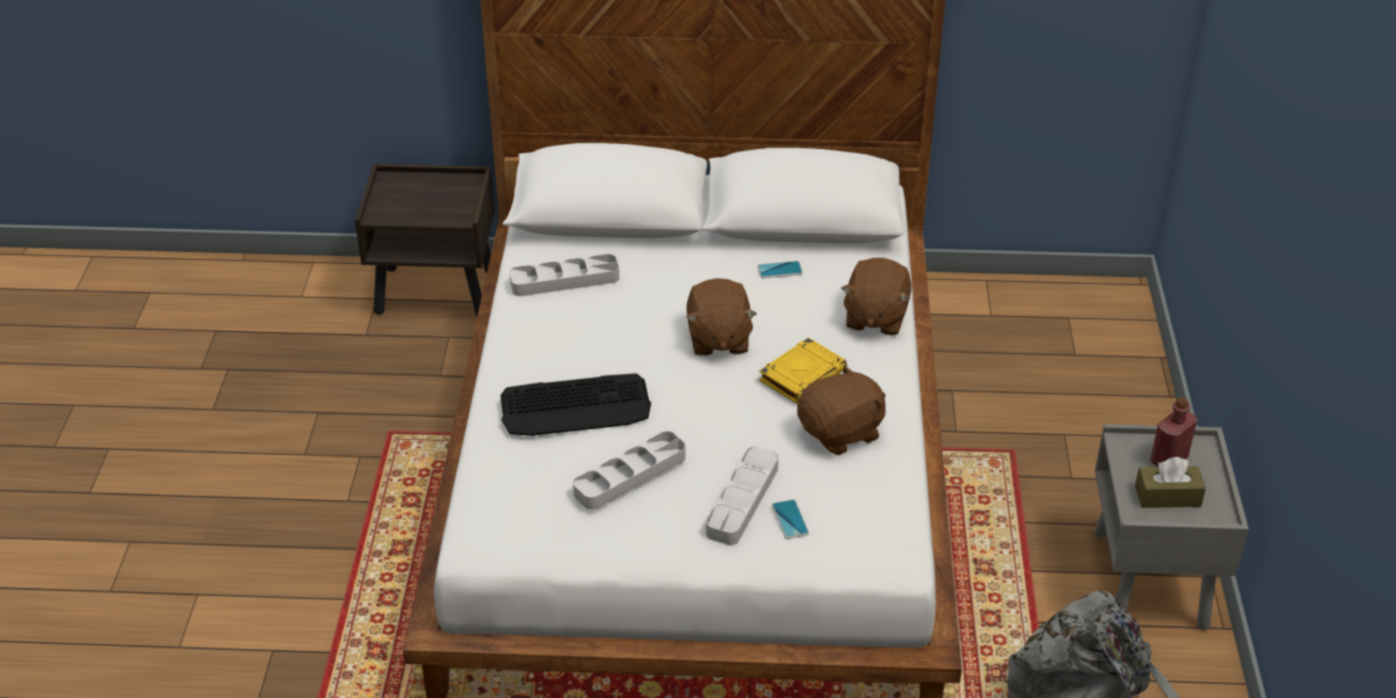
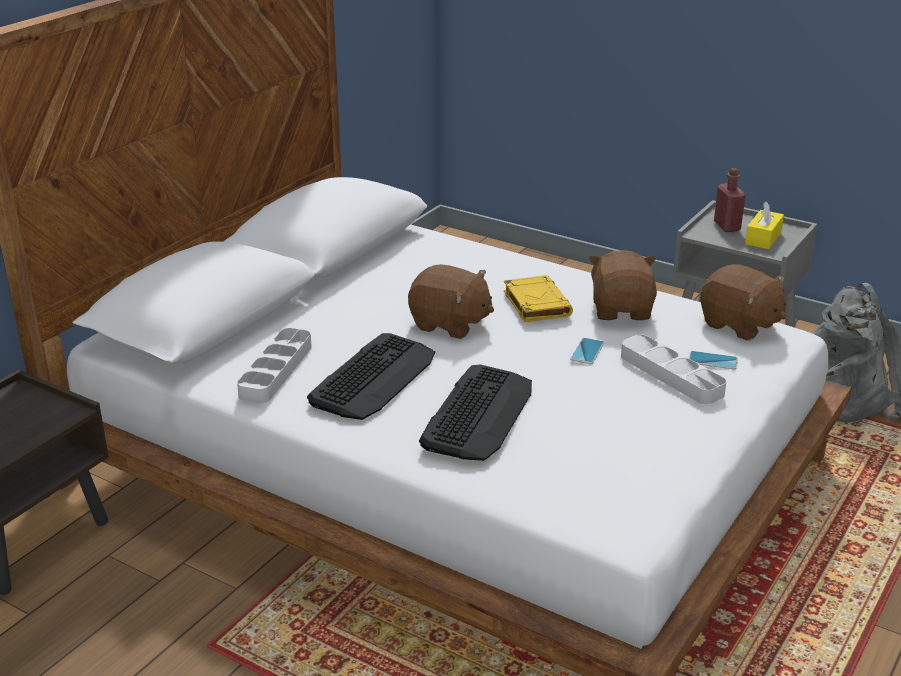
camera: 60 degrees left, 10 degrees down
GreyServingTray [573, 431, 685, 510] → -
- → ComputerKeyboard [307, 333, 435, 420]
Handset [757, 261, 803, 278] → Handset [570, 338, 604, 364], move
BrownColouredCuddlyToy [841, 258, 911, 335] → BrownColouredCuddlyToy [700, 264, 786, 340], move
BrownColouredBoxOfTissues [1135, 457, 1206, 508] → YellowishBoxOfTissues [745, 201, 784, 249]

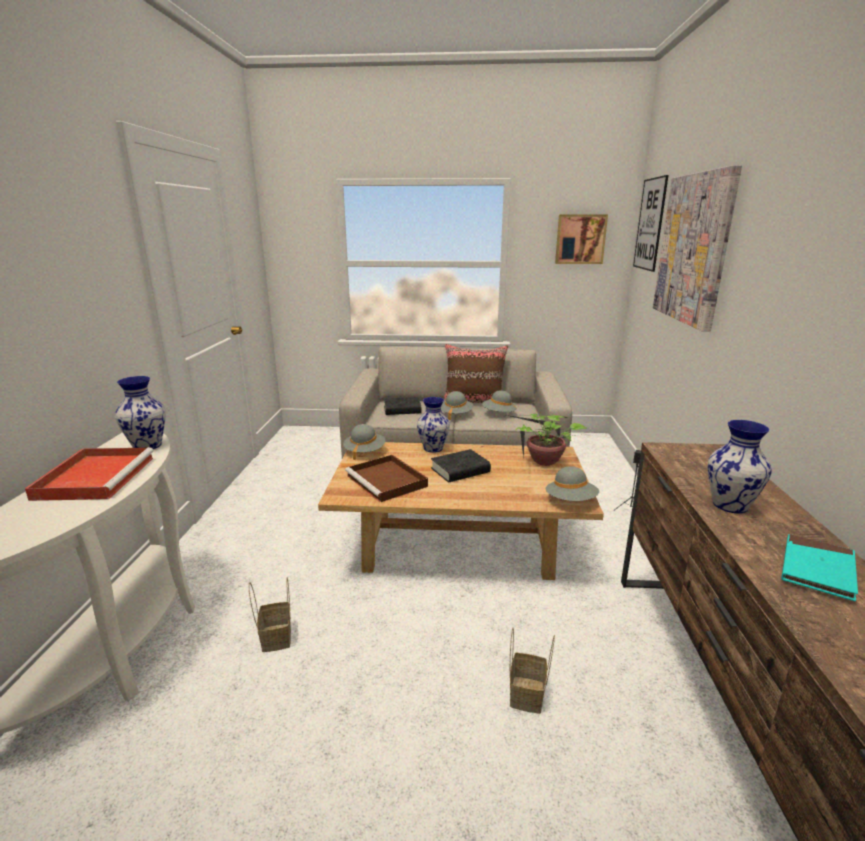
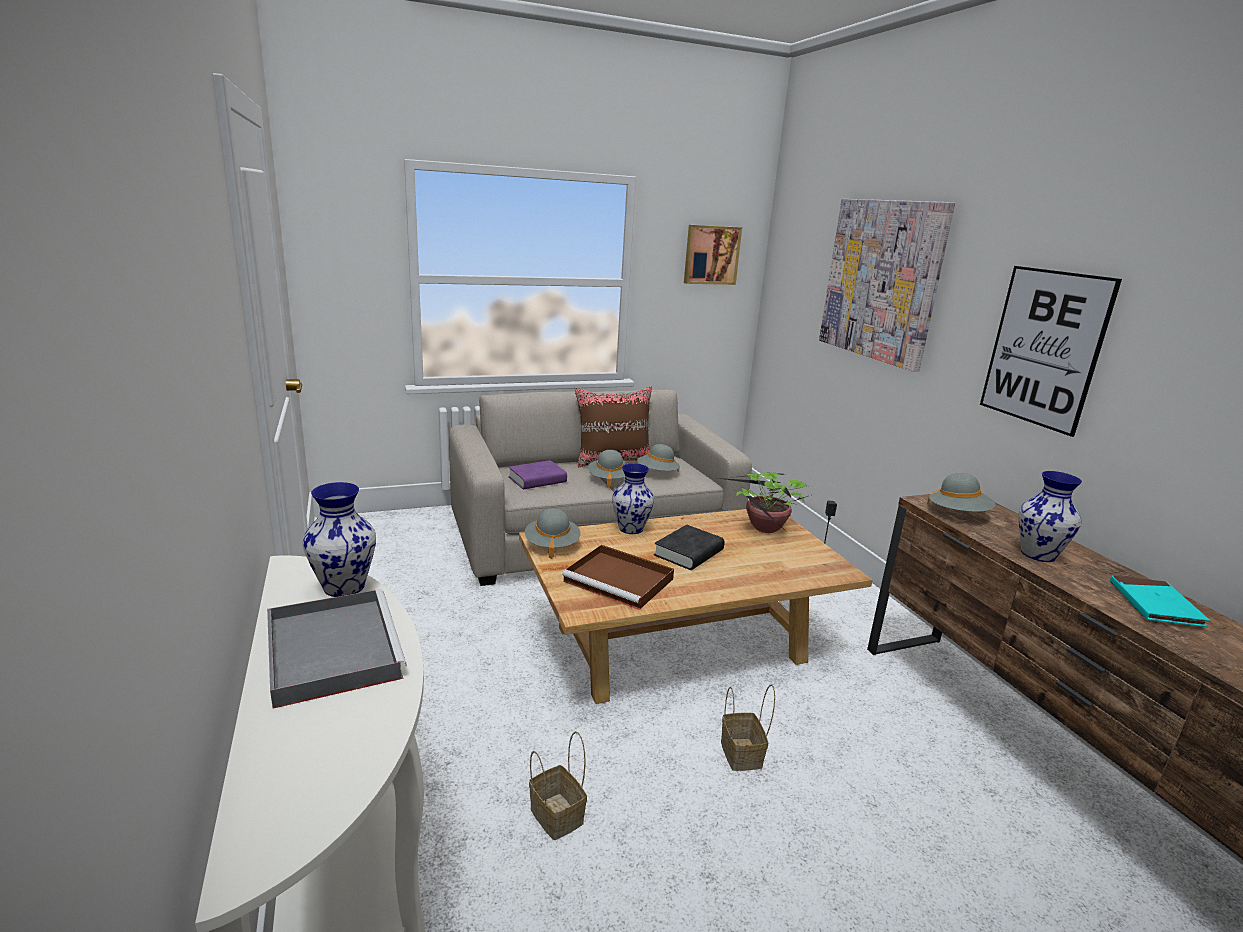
camera: 25 degrees left, 0 degrees up
Basket [510, 627, 555, 714] → Basket [721, 684, 775, 771], move
GreyHat [546, 466, 599, 501] → GreyHat [927, 473, 995, 512], move
Picture [633, 175, 669, 272] → Picture [980, 266, 1122, 437], move
ReddishServingTray [25, 447, 154, 501] → GreyServingTray [267, 589, 407, 709]
BlackColouredBoundBook [384, 397, 422, 415] → PurplishBoundBook [508, 460, 567, 489]

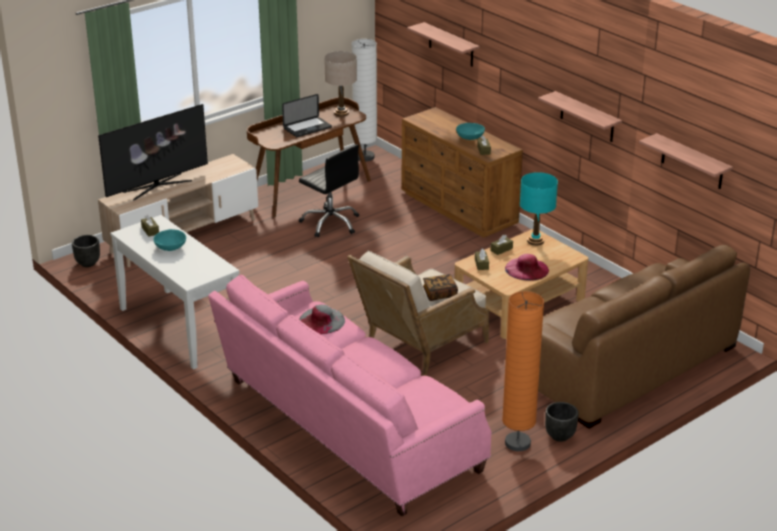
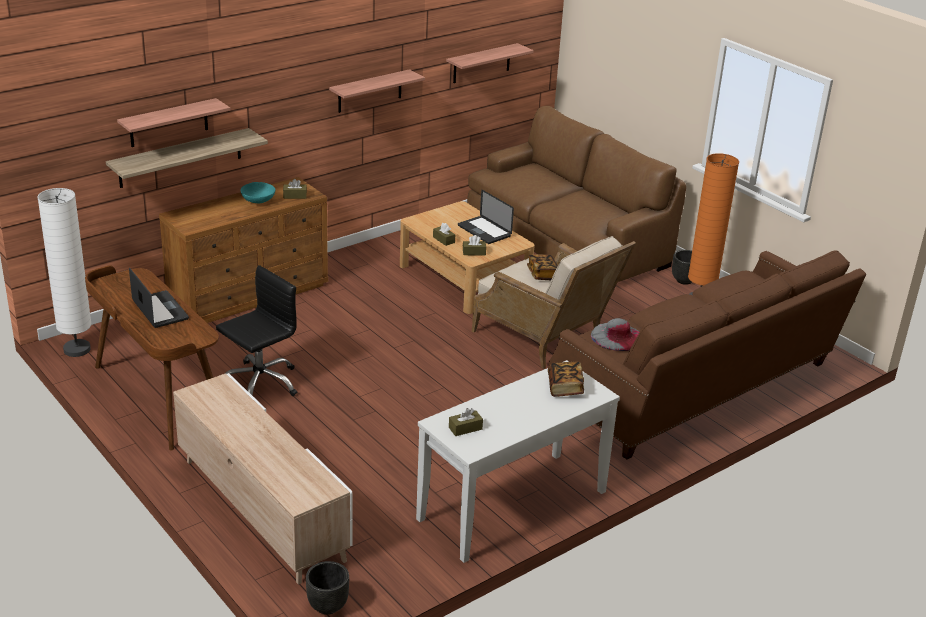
camera: 90 degrees left, 0 degrees up
TvSet [98, 104, 208, 200] → -
TurquoiseColouredBowl [153, 229, 186, 251] → -
SandColouredTabletopLamp [324, 51, 357, 117] → -
TurquoiseColouredTabletopLamp [520, 172, 558, 246] → -
- → Shelf [106, 128, 268, 188]
- → BoundBook [548, 362, 584, 397]
PinkishHat [505, 254, 549, 281] → PortableComputer [458, 190, 514, 244]
PinkishCouch [208, 275, 492, 516] → BrownColouredCouch [549, 250, 866, 460]

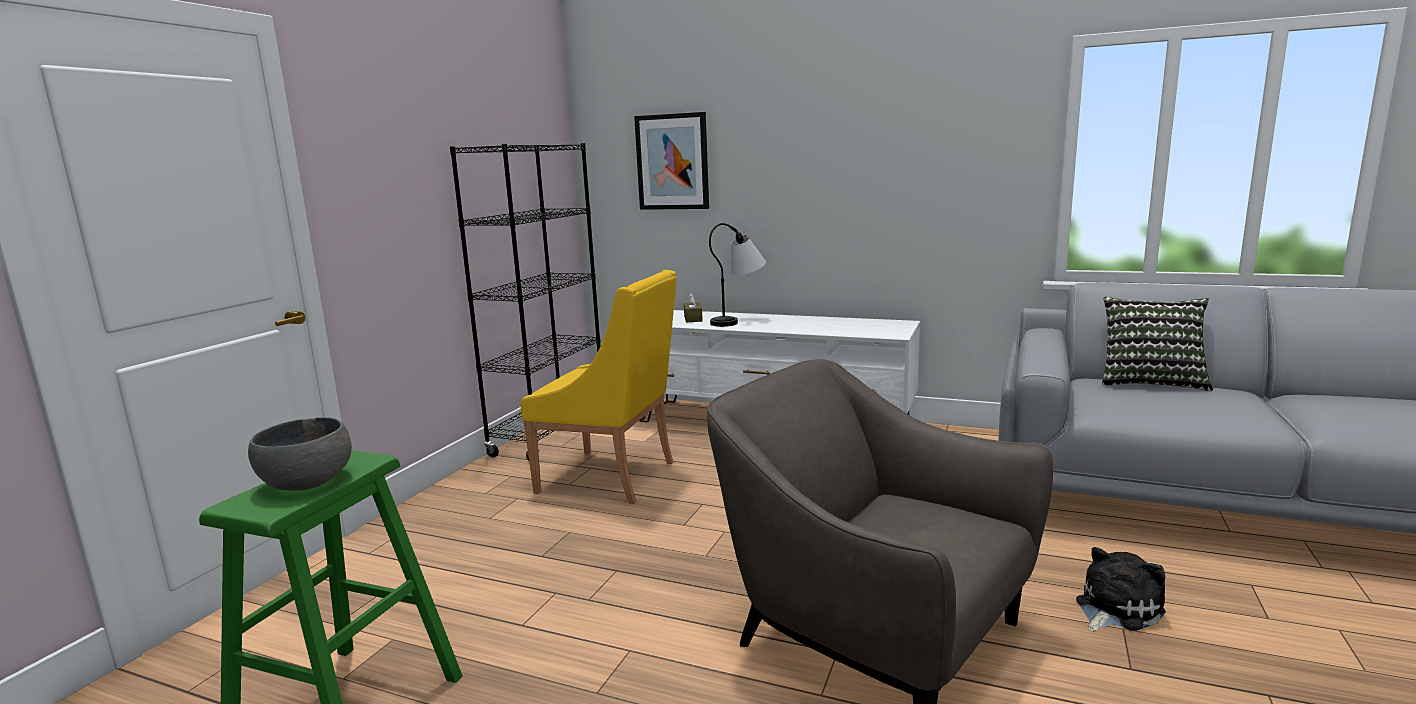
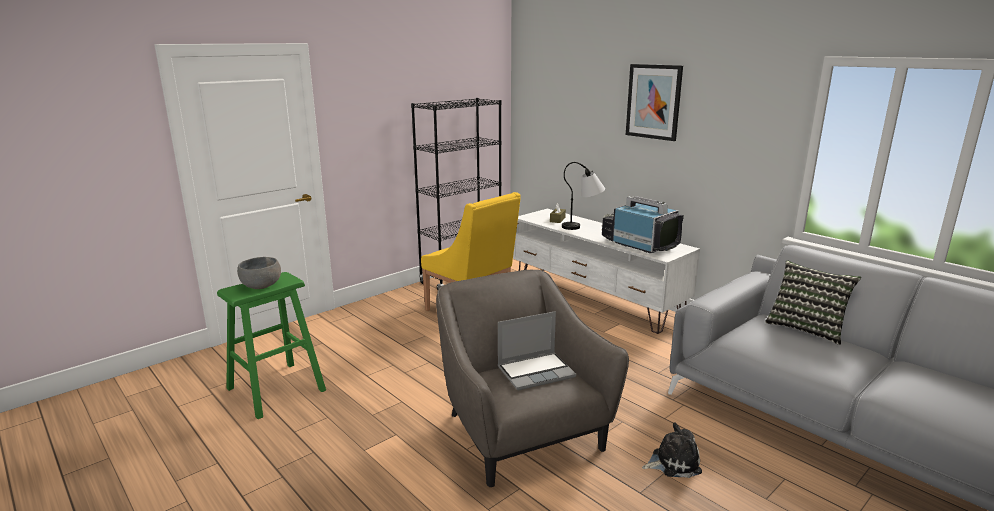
camera: 25 degrees right, 5 degrees up
- → PortableComputer [497, 311, 576, 391]
- → TvSet [601, 196, 684, 253]
Picture [634, 112, 709, 210] → Picture [626, 64, 683, 141], move

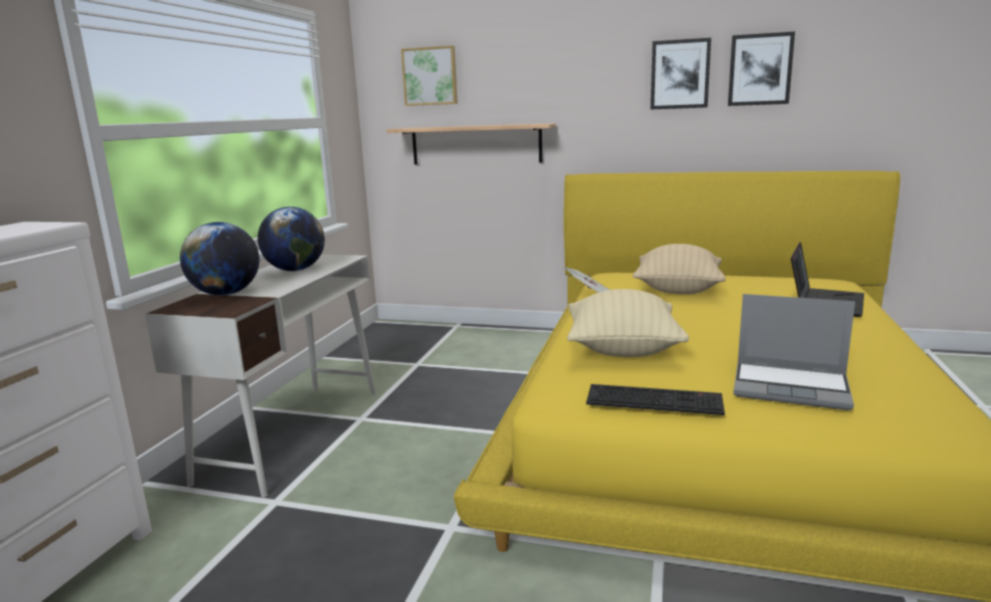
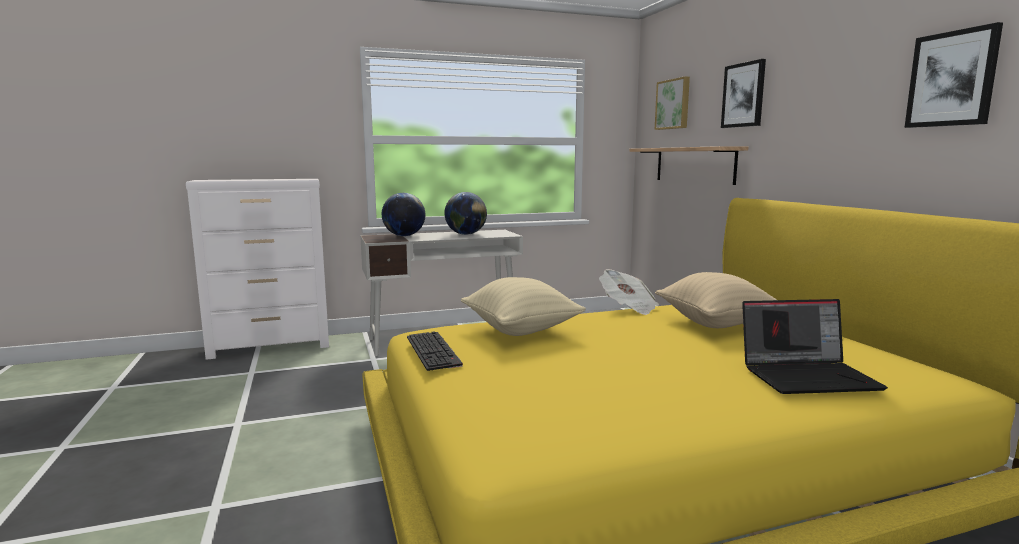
camera: 55 degrees right, 5 degrees down
PortableComputer [733, 294, 855, 410] → -
Picture [651, 38, 711, 109] → Picture [721, 59, 766, 128], move

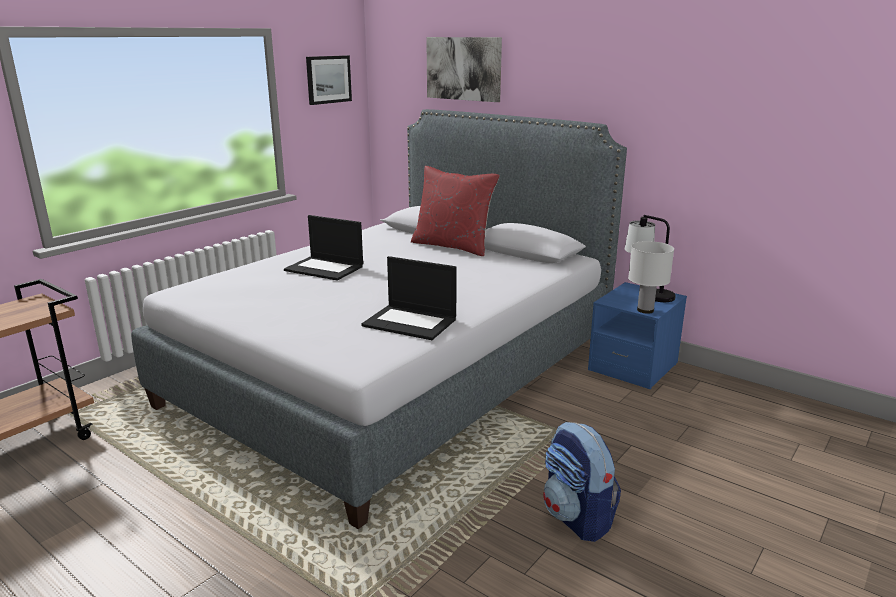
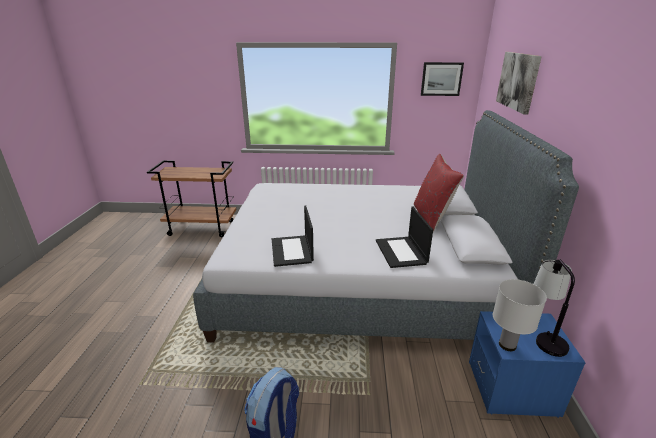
camera: 55 degrees right, 5 degrees up
PortableComputer [284, 215, 363, 281] → PortableComputer [376, 207, 433, 268], move

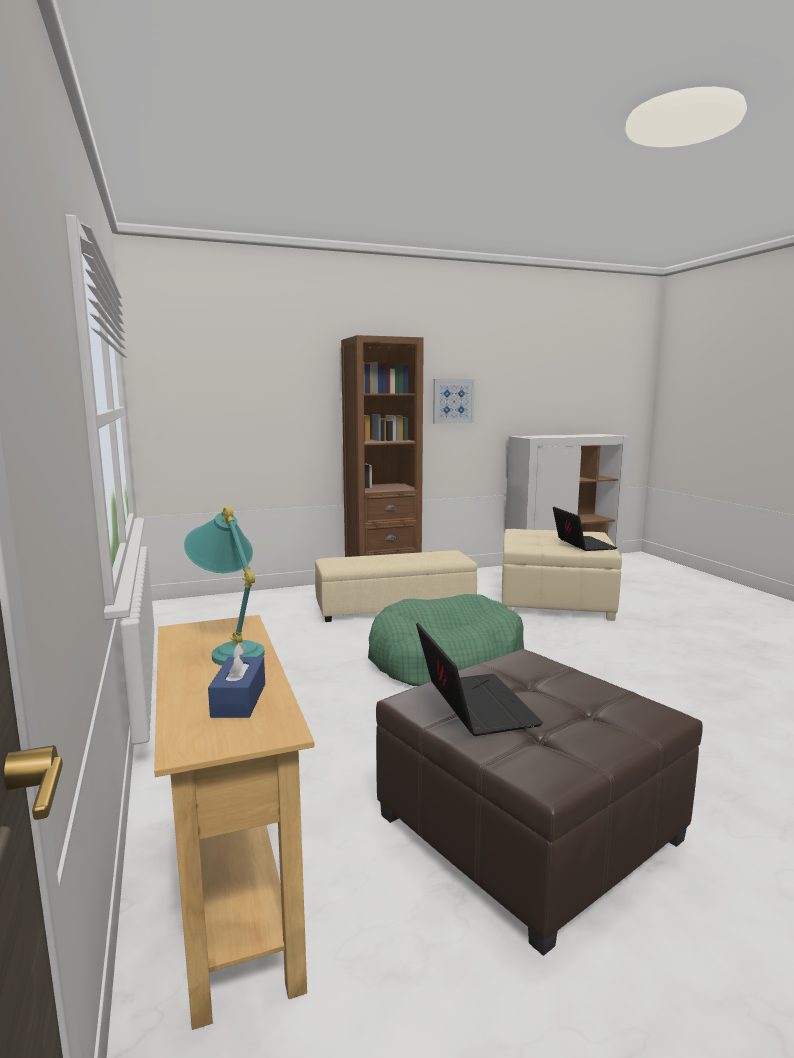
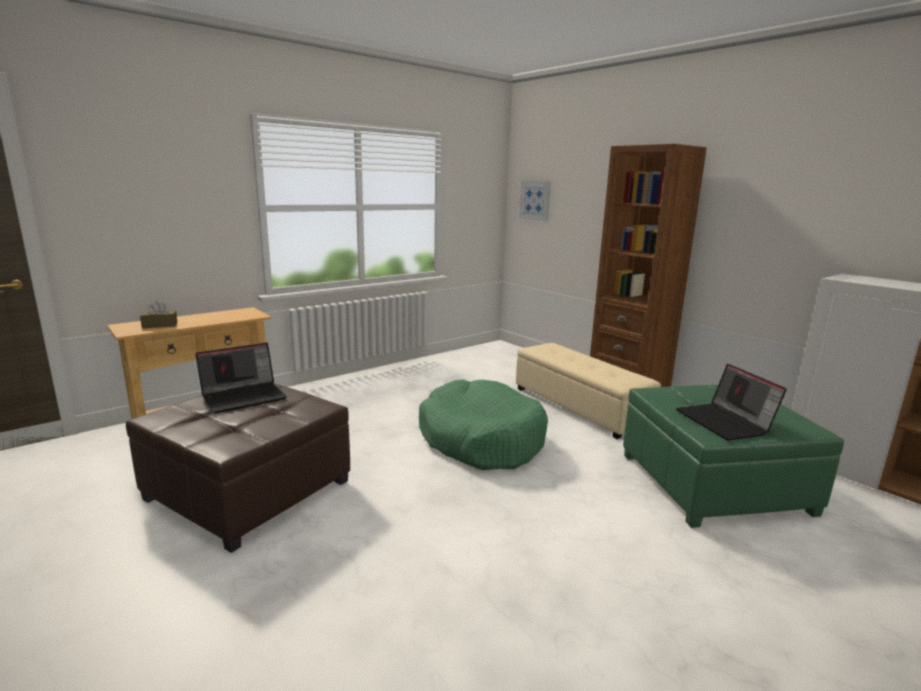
camera: 70 degrees right, 5 degrees up
TurquoiseColouredTabletopLamp [184, 507, 265, 666] → -
Picture [433, 379, 475, 424] → Picture [519, 181, 551, 221], move
BlueBoxOfTissues [208, 642, 265, 718] → BrownColouredBoxOfTissues [140, 301, 178, 328]
SandColouredOttoman [502, 529, 622, 621] → GreenishOttoman [623, 385, 844, 528]
PortableComputer [553, 506, 617, 551] → PortableComputer [676, 364, 787, 440], 105 degrees clockwise

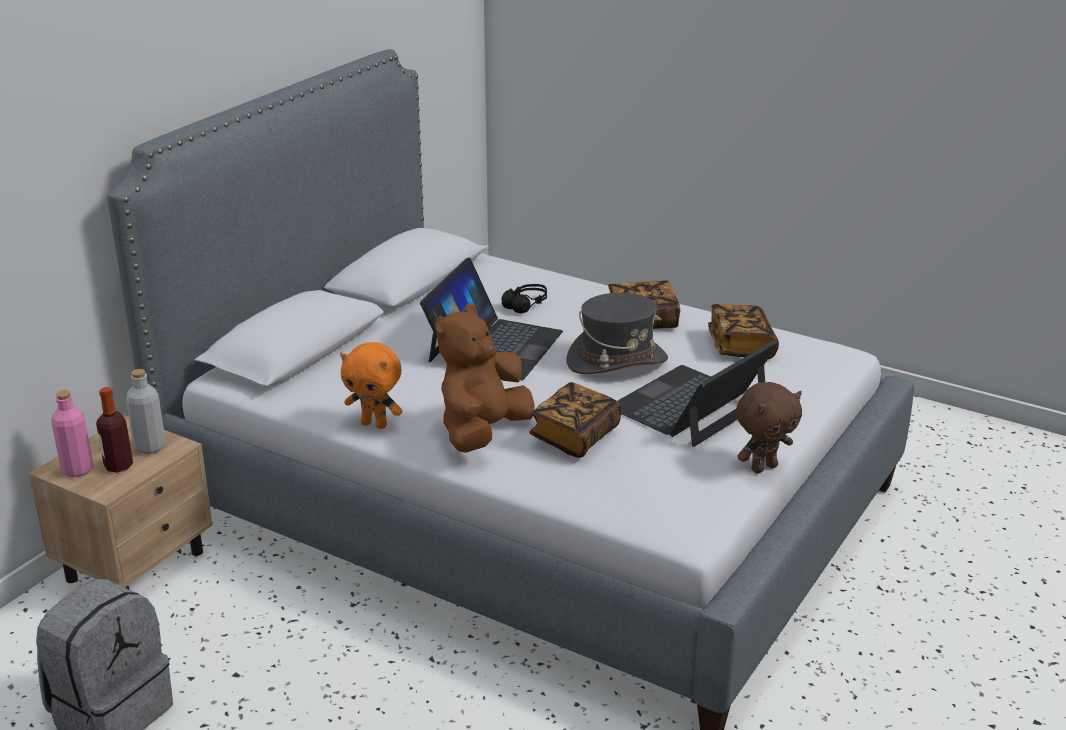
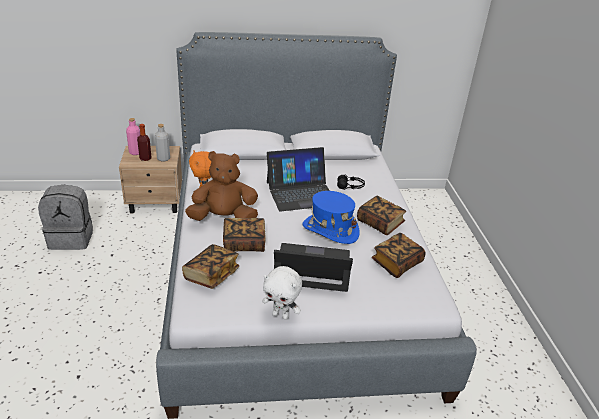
camera: 50 degrees right, 5 degrees up
- → BoundBook [182, 244, 239, 289]
GreyHat [567, 293, 668, 374] → BlueHat [303, 191, 360, 244]
BrownColouredCuddlyToy [736, 382, 802, 473] → WhiteColouredCuddlyToy [262, 266, 302, 320]

